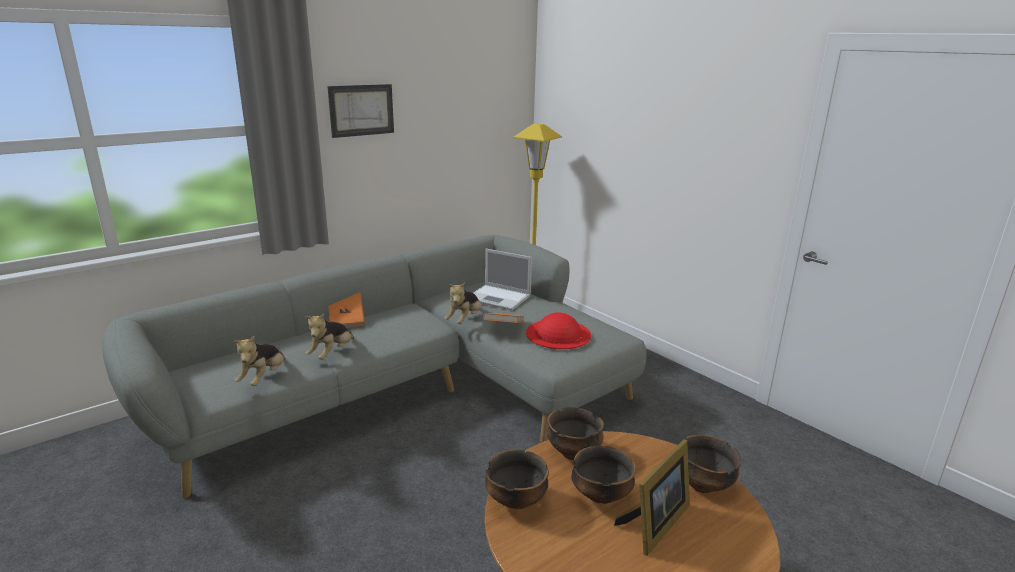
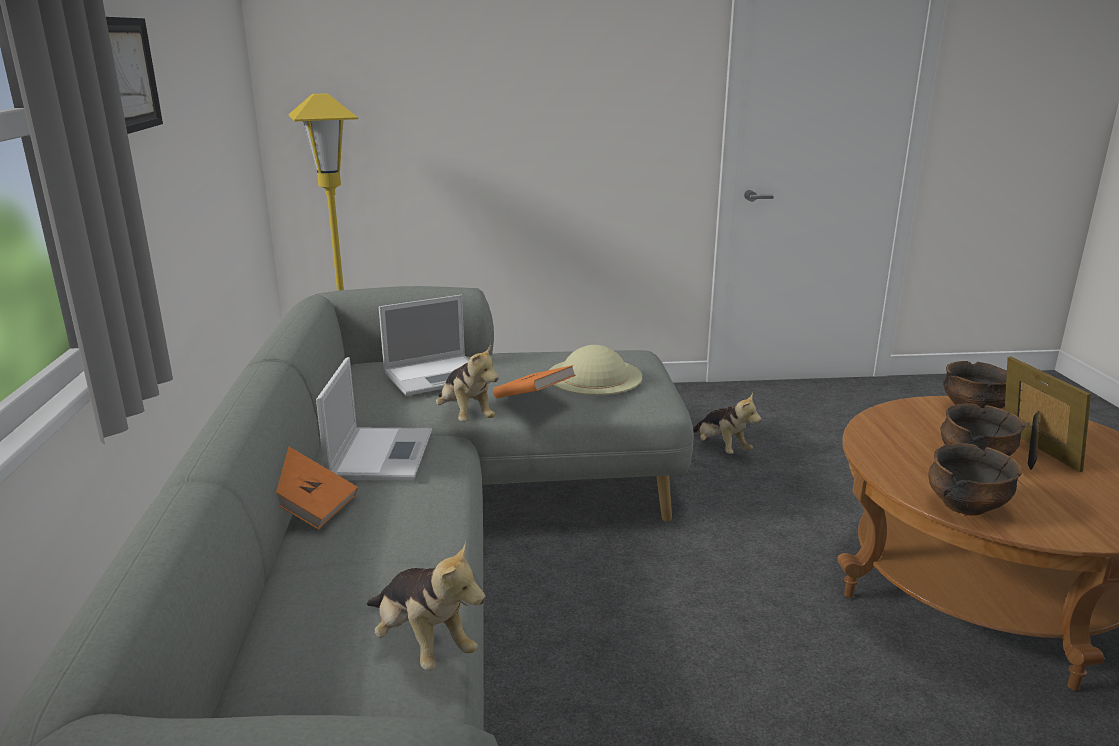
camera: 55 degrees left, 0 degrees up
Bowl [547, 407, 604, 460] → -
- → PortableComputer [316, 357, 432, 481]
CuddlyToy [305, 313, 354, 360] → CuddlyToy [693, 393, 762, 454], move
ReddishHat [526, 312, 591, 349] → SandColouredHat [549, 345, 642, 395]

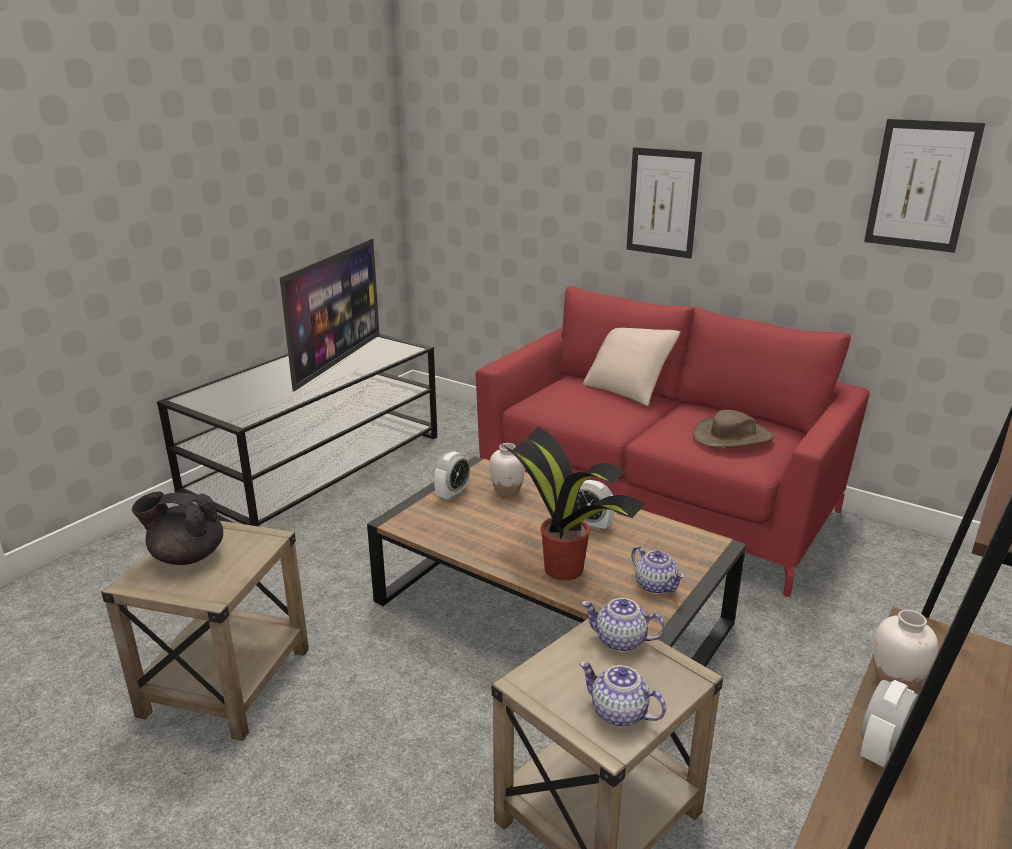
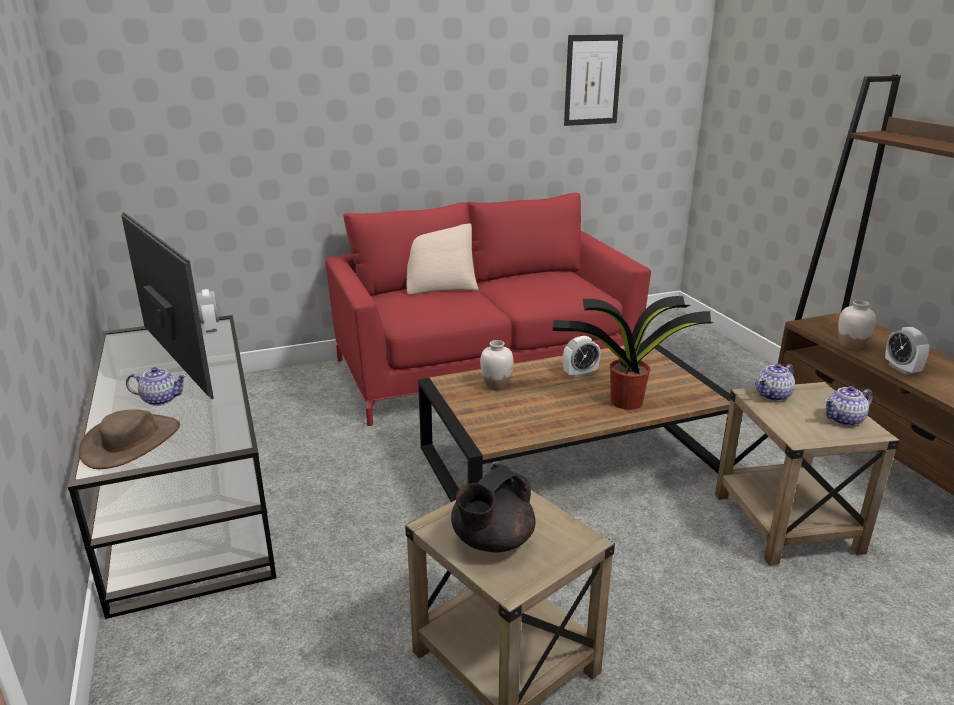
camera: 55 degrees left, 0 degrees up
Picture [627, 147, 702, 259] → -
BedsideClock [434, 451, 470, 501] → BedsideClock [196, 289, 219, 333], move
Teapot [631, 546, 685, 594] → Teapot [126, 367, 187, 406], move
BrownColouredHat [693, 410, 774, 448] → BrownColouredHat [79, 410, 180, 469], move

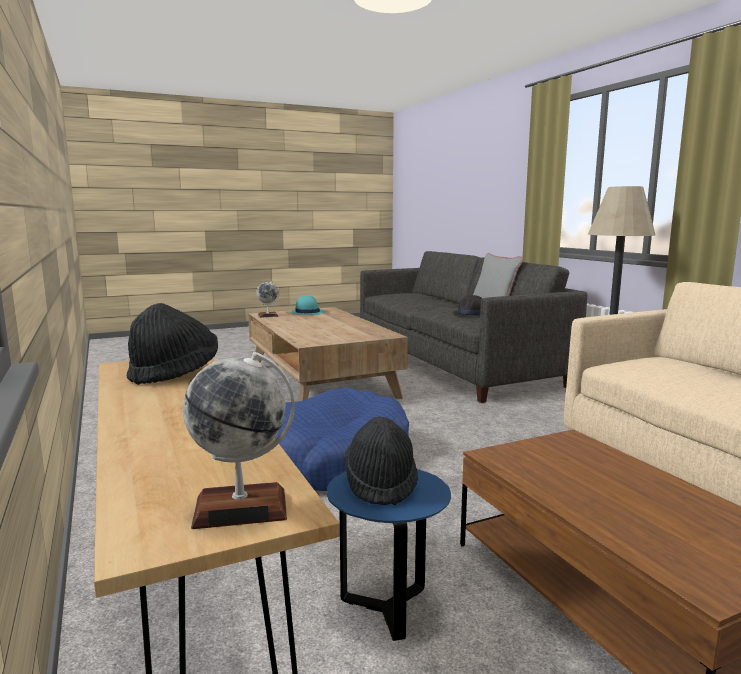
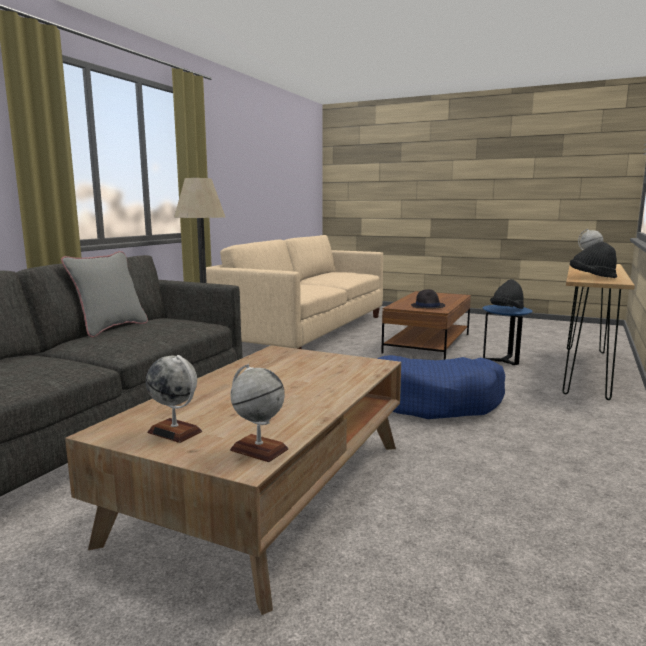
camera: 130 degrees left, 0 degrees up
BlackColouredHat [453, 295, 482, 316] → BlackColouredHat [411, 289, 445, 309], move
TurquoiseColouredHat [291, 296, 325, 315] → WorldGlobe [146, 355, 202, 443]

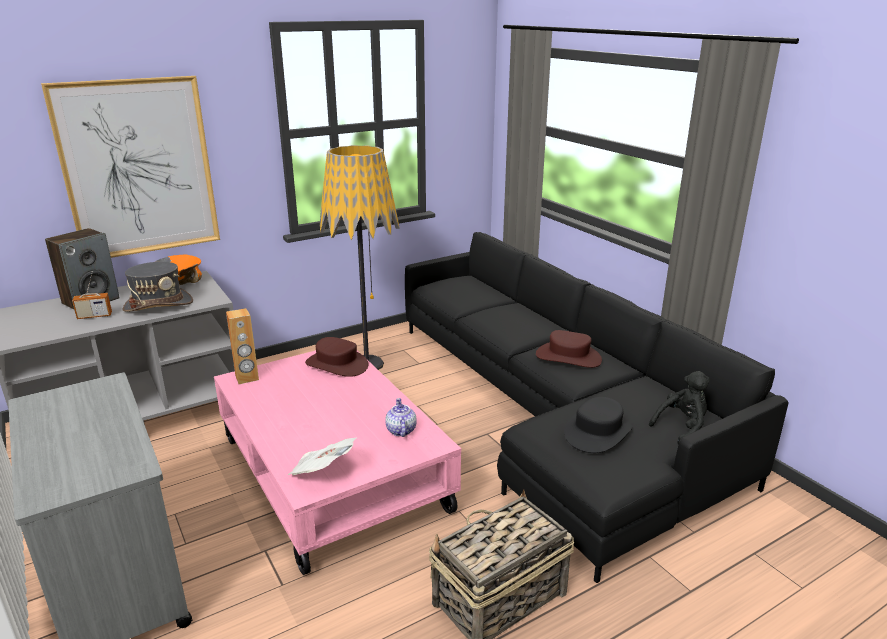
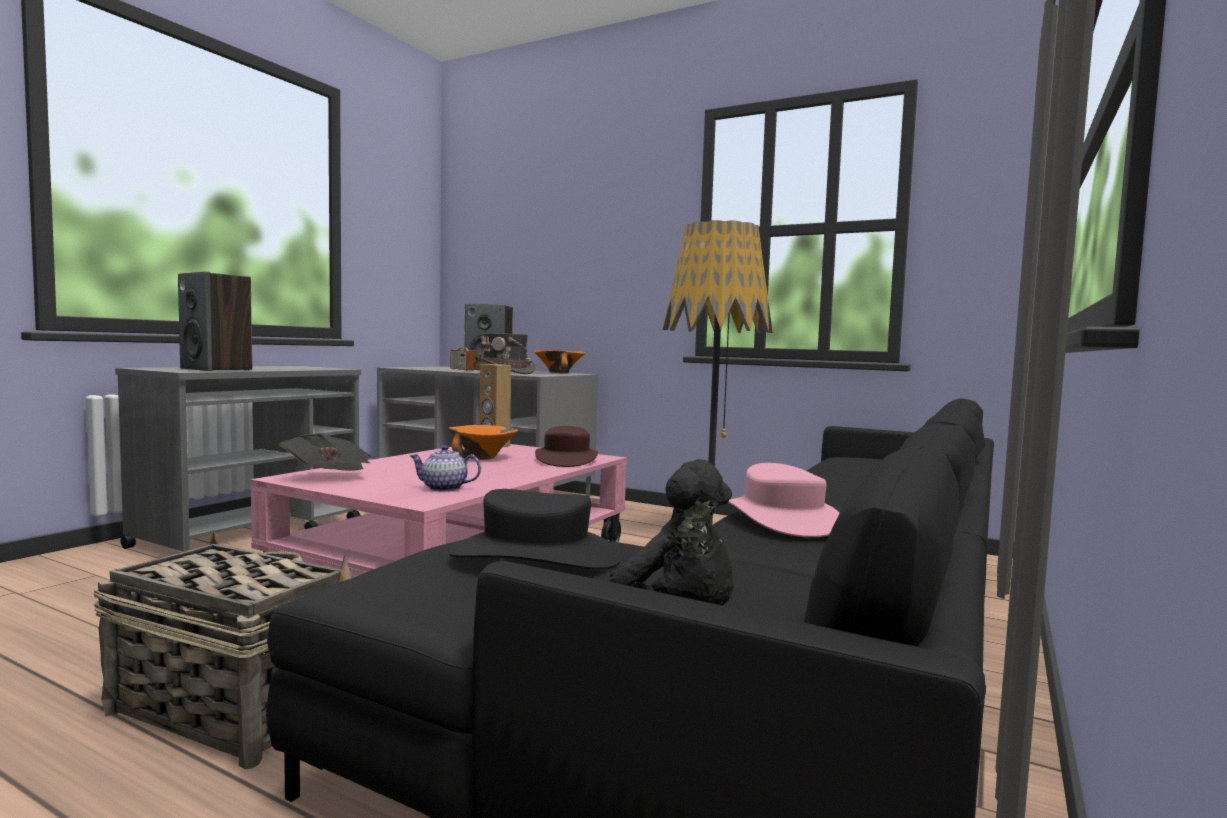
camera: 60 degrees right, 20 degrees down
Picture [41, 76, 220, 258] → -
- → Loudspeaker [178, 272, 252, 371]
- → OrangeBowl [448, 425, 518, 460]
BrownColouredHat [536, 330, 602, 368] → PinkishHat [728, 463, 839, 537]
Teapot [385, 398, 417, 437] → Teapot [410, 445, 481, 491], 135 degrees counterclockwise

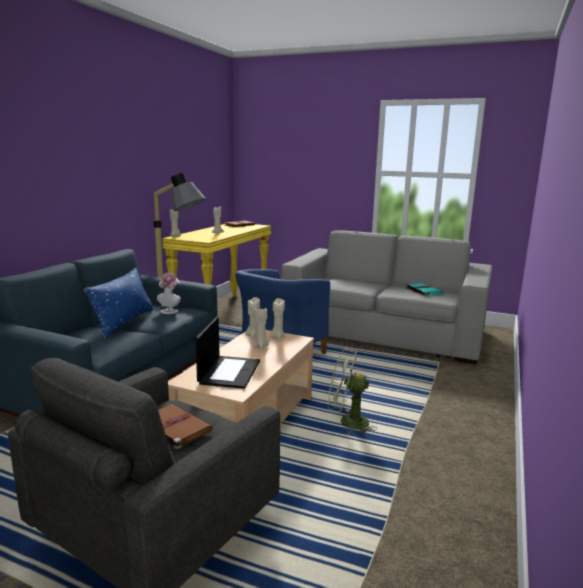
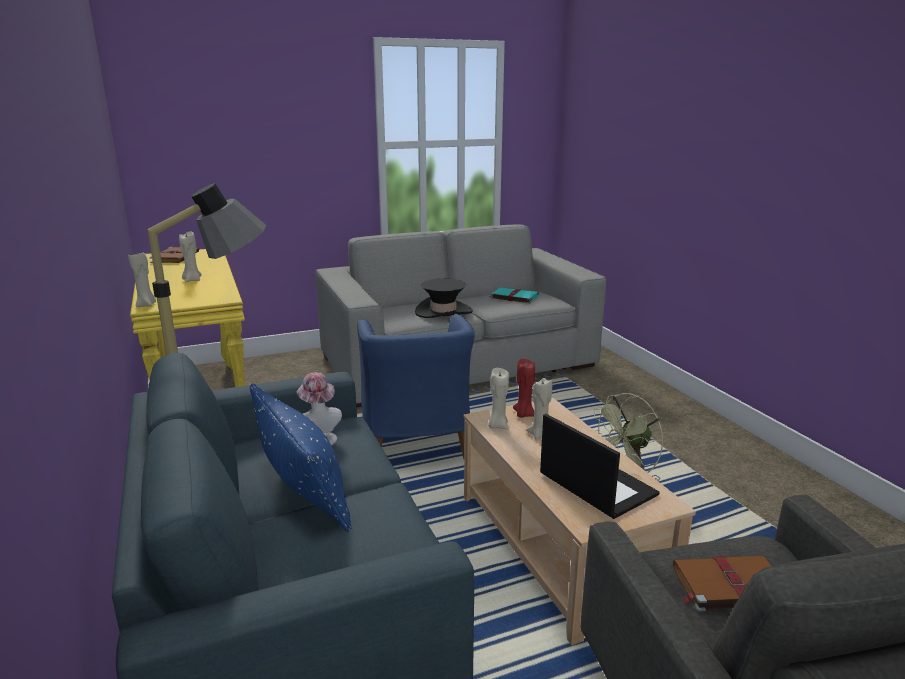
camera: 45 degrees left, 5 degrees up
- → BlackColouredHat [415, 279, 472, 318]
SandColouredCandle [270, 298, 285, 340] → ReddishCandle [513, 359, 535, 418]

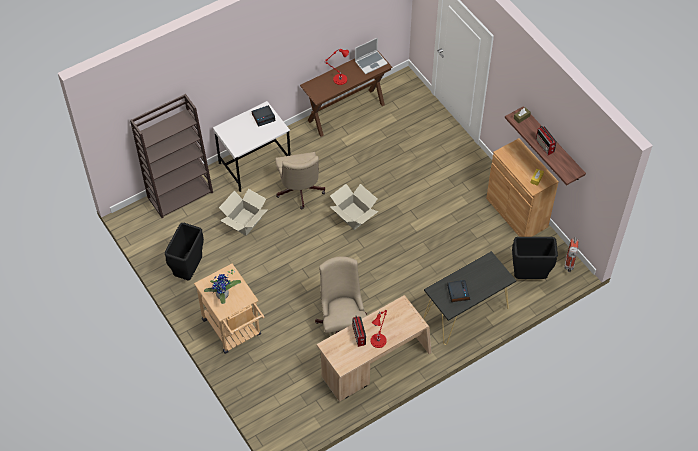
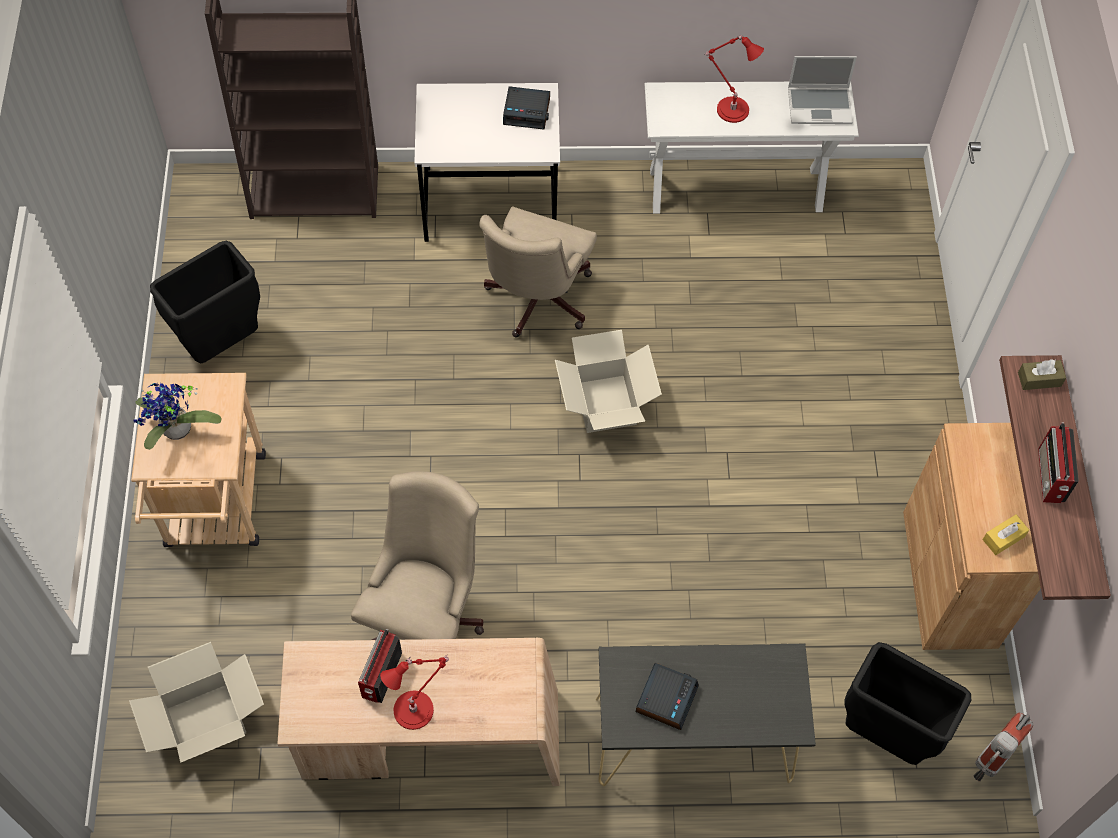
camera: 30 degrees right, 5 degrees up
CardboardBox [219, 189, 268, 236] → CardboardBox [129, 642, 264, 763], move
BrownColouredConsoleTable [300, 50, 393, 137] → WhiteColouredConsoleTable [644, 82, 859, 214]

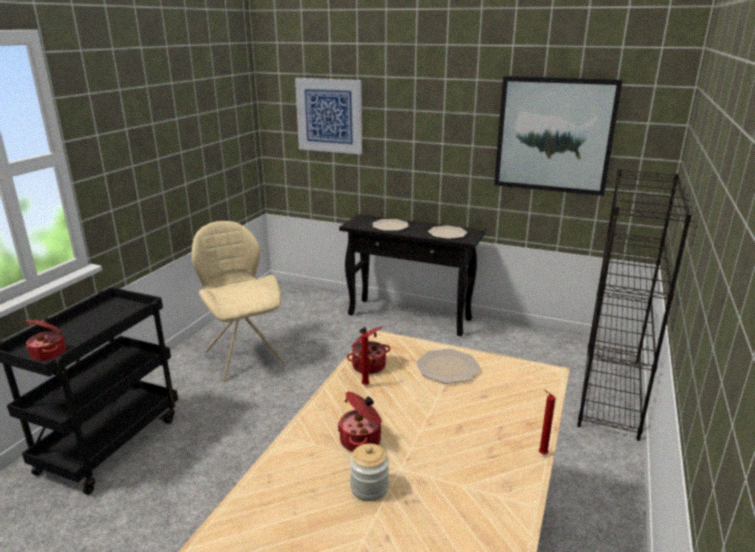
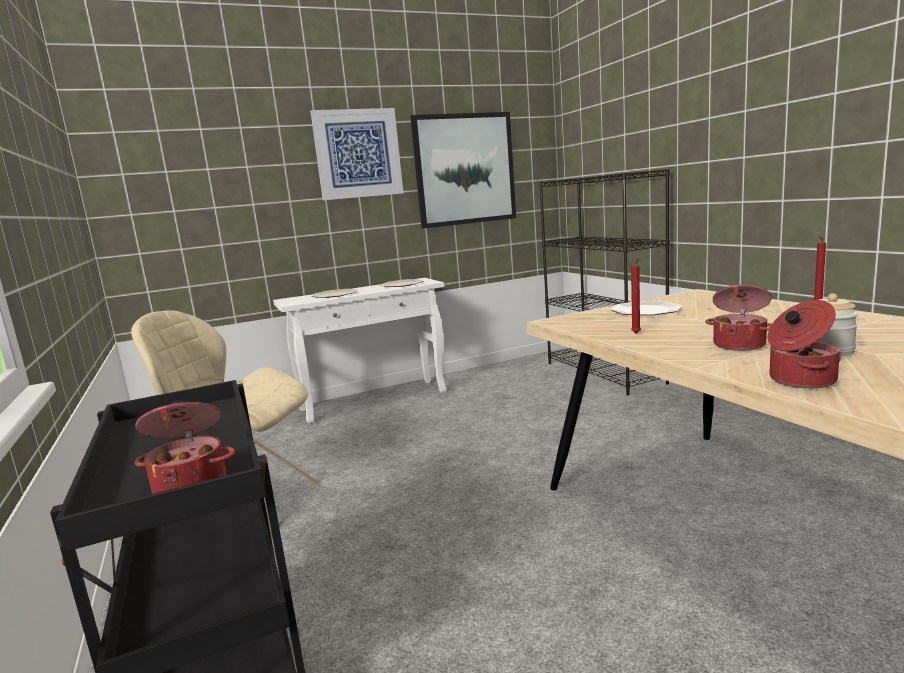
camera: 45 degrees left, 10 degrees down
Picture [295, 78, 362, 154] → Picture [310, 108, 403, 200], move
CookingPot [346, 326, 391, 374] → CookingPot [768, 300, 841, 388], move
BlackColouredConsoleTable [339, 214, 485, 336] → WhiteColouredConsoleTable [273, 278, 446, 424]

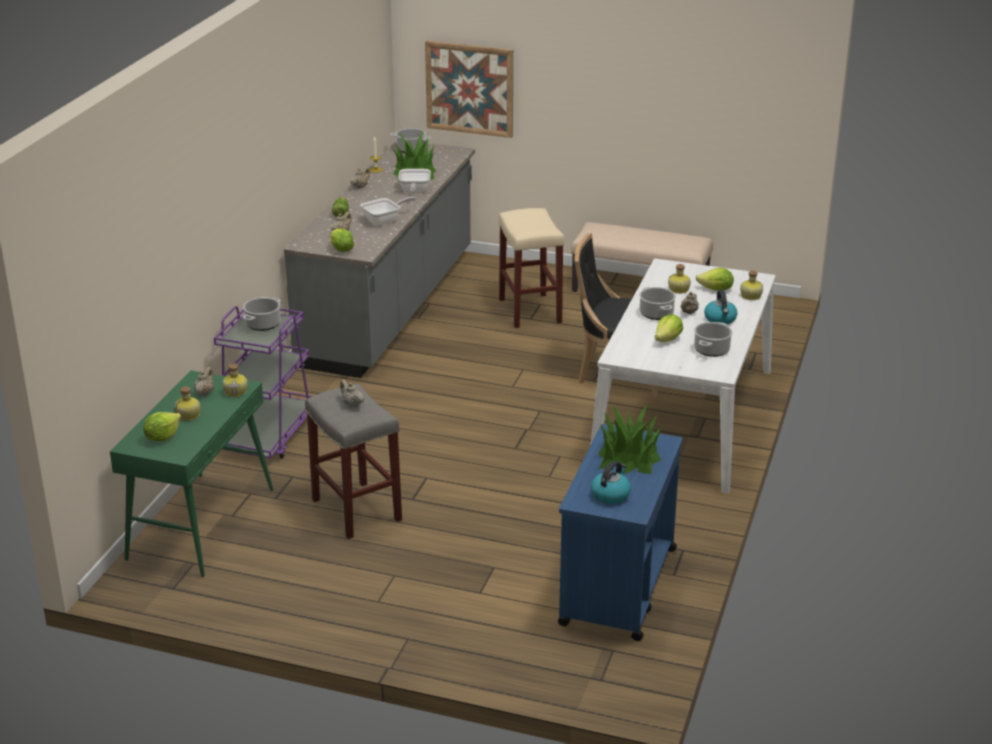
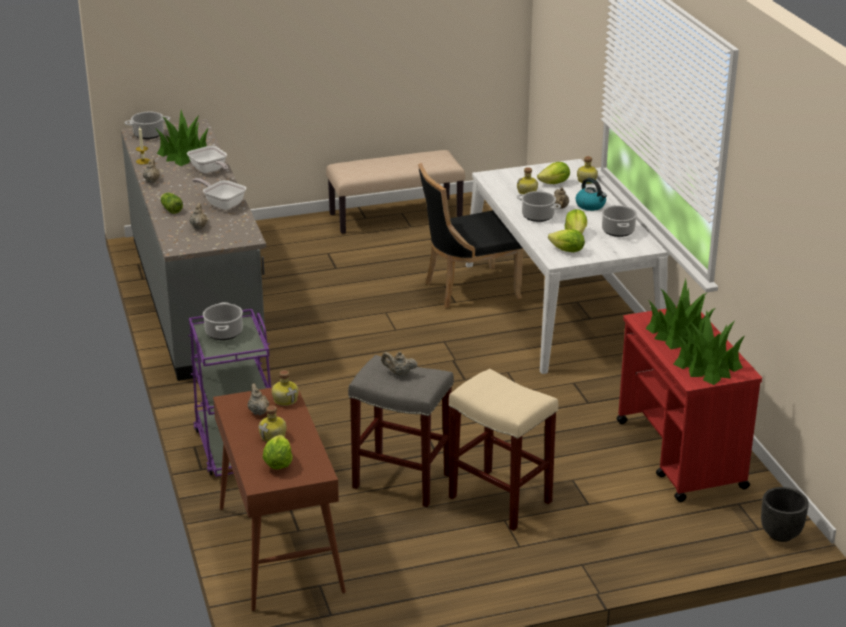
camera: 35 degrees left, 0 degrees up
Picture [425, 41, 513, 138] → -
- → BlackColouredPlanter [761, 487, 809, 542]
HeadOfLettuce [330, 228, 354, 252] → HeadOfLettuce [548, 229, 585, 252], move
SandColouredSittingStool [499, 208, 565, 328] → SandColouredSittingStool [449, 369, 558, 531], move
WaterKettle [591, 461, 631, 504] → PlantInAPot [674, 310, 745, 385]
GreenishConsoleTable [110, 370, 273, 577] → BrownColouredConsoleTable [213, 384, 346, 611]
BlueCart [558, 424, 683, 641] → ReddishCart [617, 307, 762, 502]
Skillet [360, 196, 416, 226] → Skillet [192, 178, 246, 210], 75 degrees counterclockwise

